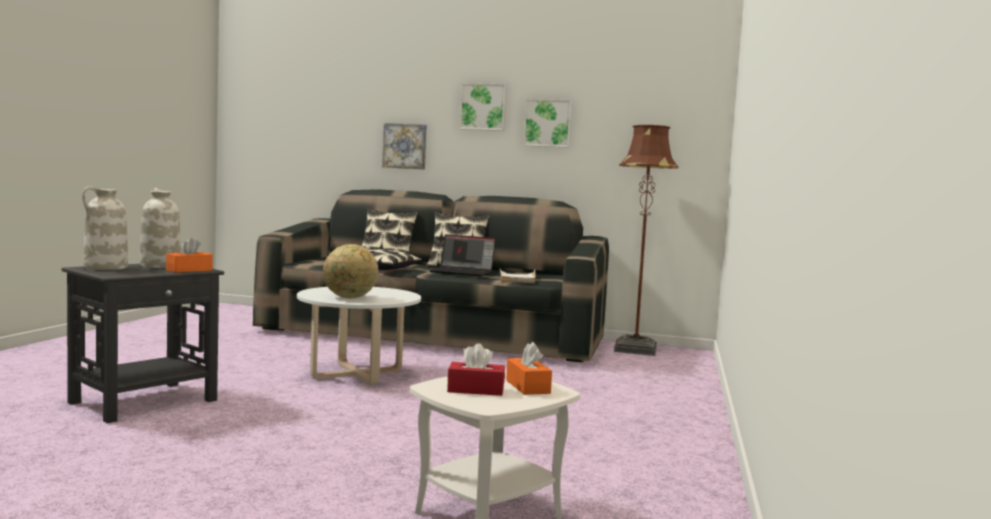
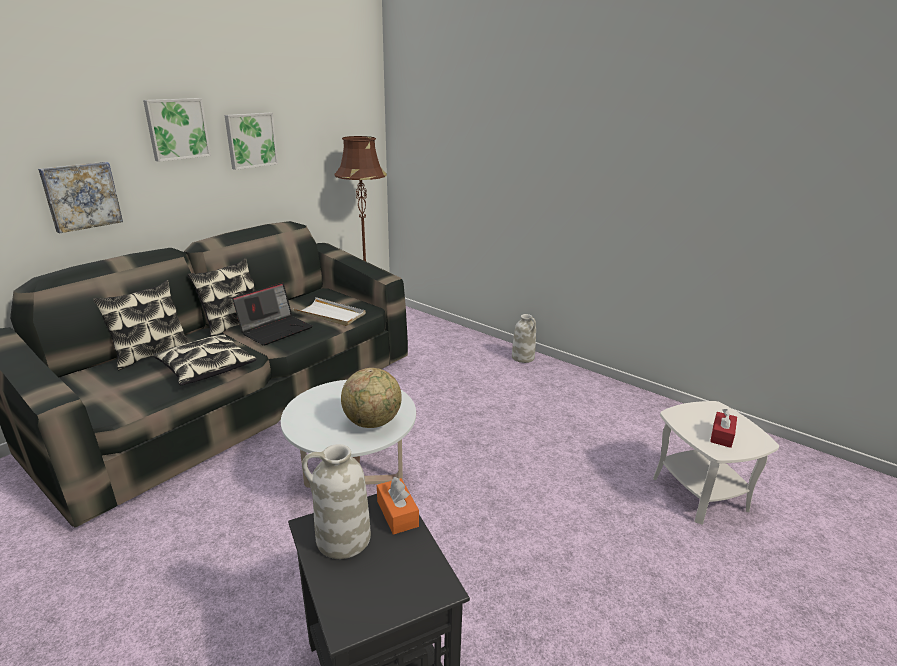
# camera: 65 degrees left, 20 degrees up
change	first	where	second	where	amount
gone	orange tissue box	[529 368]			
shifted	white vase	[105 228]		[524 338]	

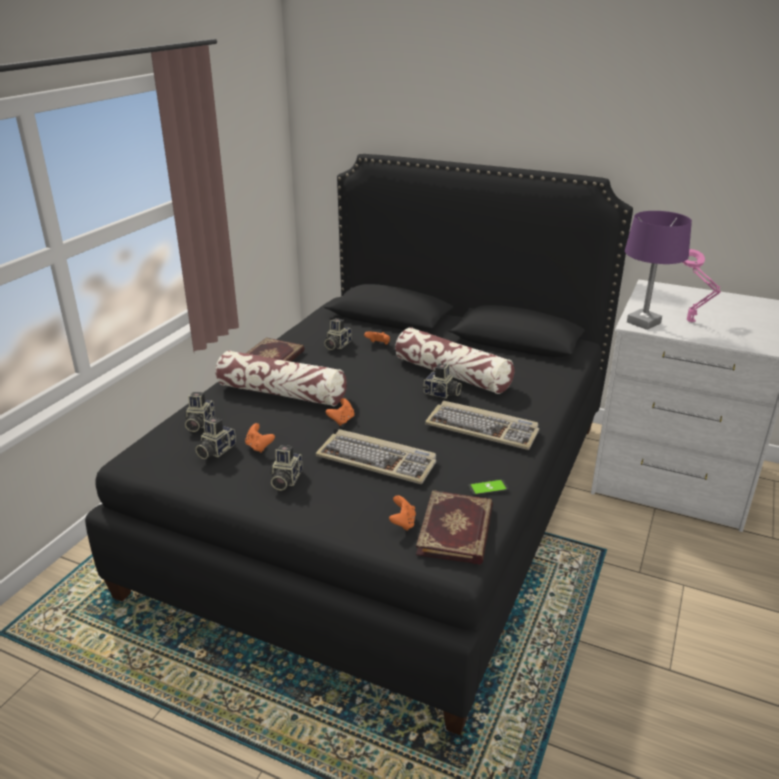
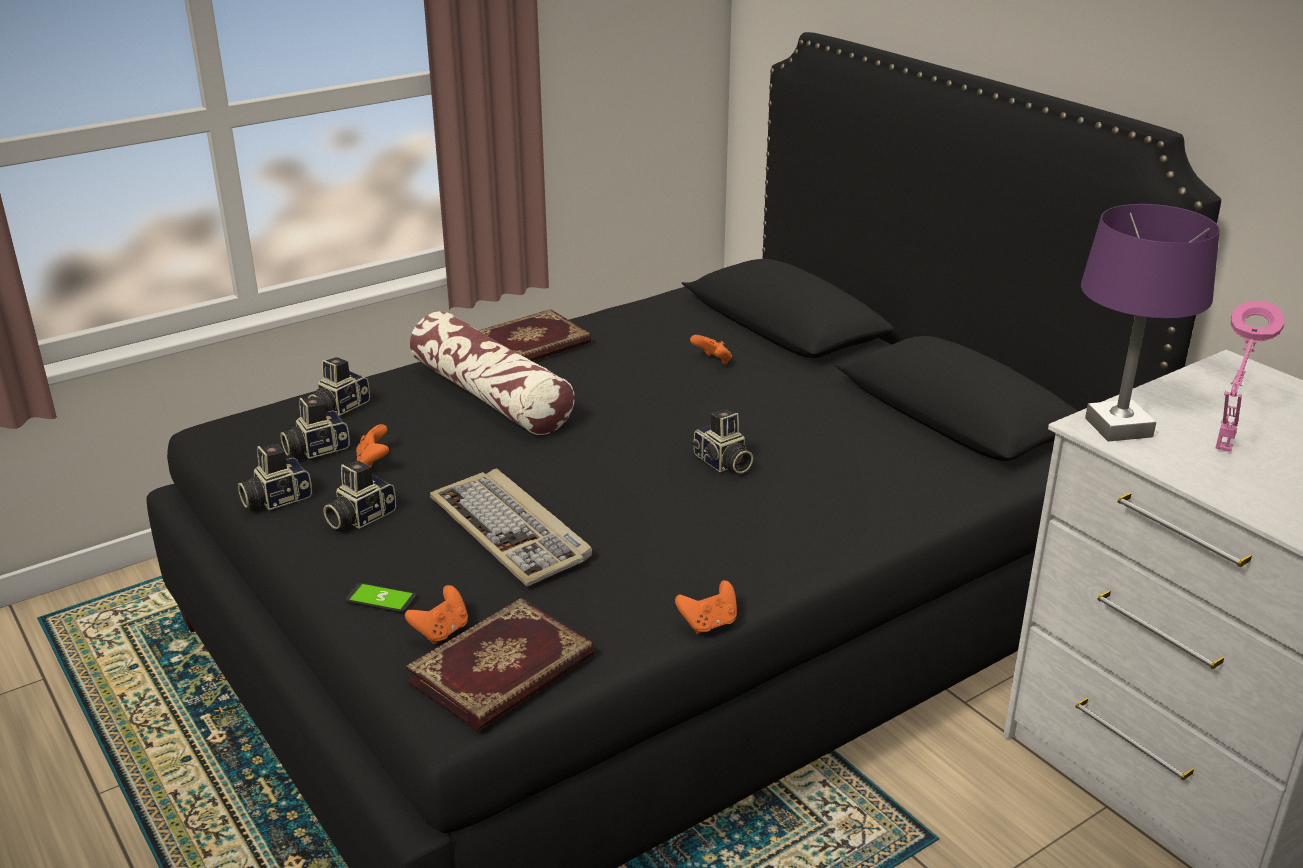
# camera: 30 degrees right, 0 degrees up
change	first	where	second	where	amount
gone	pillow	[454 360]			
gone	keyboard	[482 425]			
shifted	photo camera	[337 334]		[275 477]	
shifted	orange game controller	[340 412]		[706 607]	
shifted	phone	[488 487]		[381 598]	

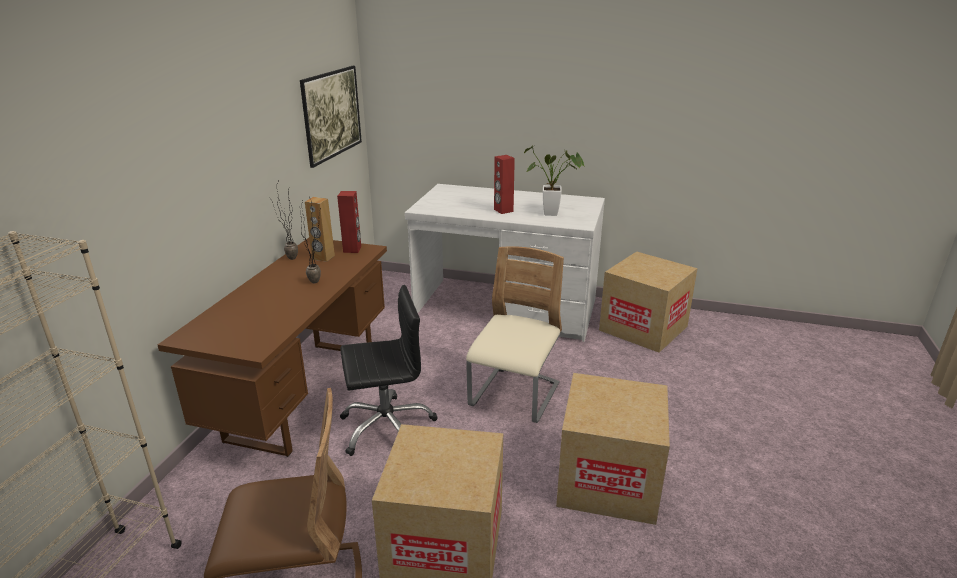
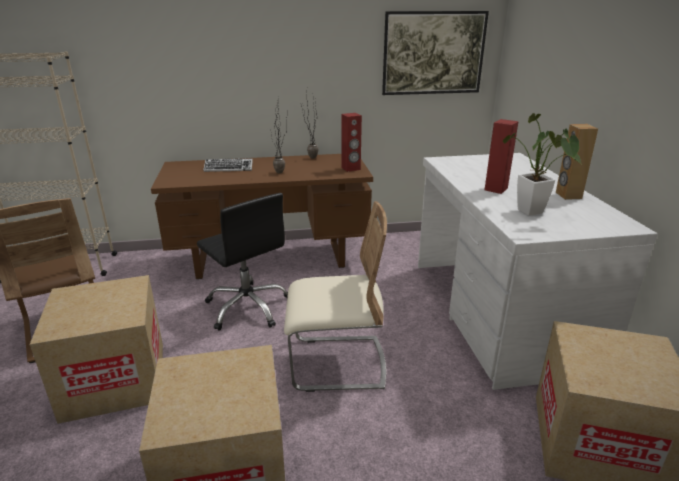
# camera: 65 degrees right, 0 degrees up
change	first	where	second	where	amount
new			keyboard	[228 165]	
shifted	brown speaker	[320 229]		[577 162]	

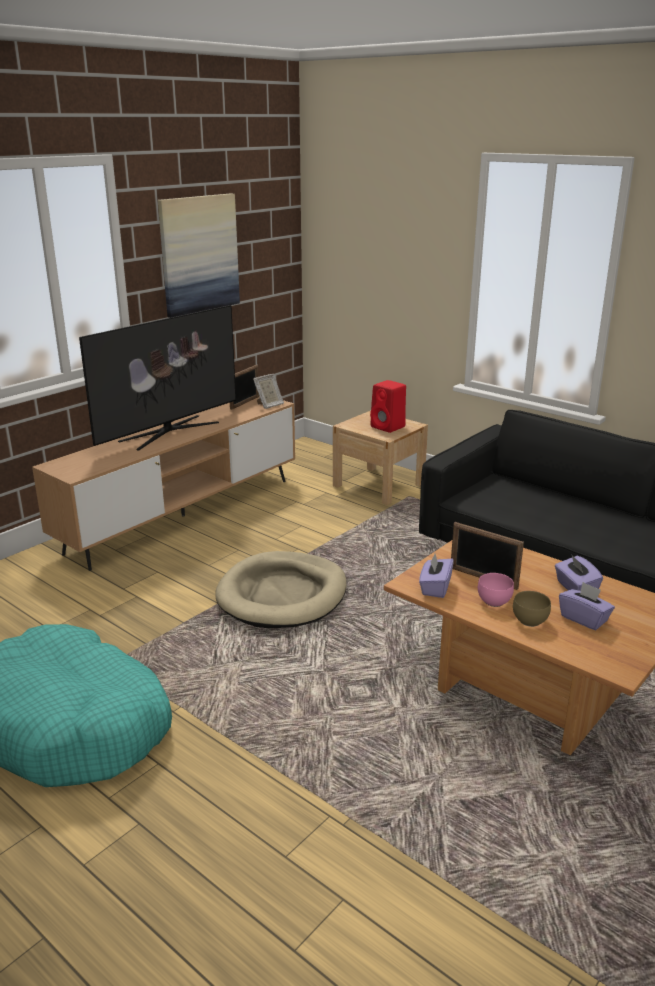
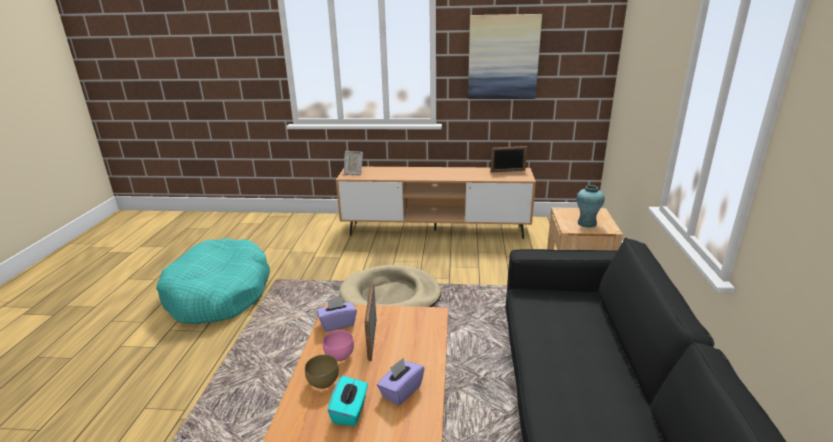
# camera: 55 degrees right, 0 degrees up
change	first	where	second	where	amount
gone	television	[157 377]			
shifted	picture frame	[268 391]		[353 163]	
swapped	red speaker	[388 406]	turquoise vase	[590 206]	
repainted	purple tissue box	[587 606]	turquoise tissue box	[348 401]	

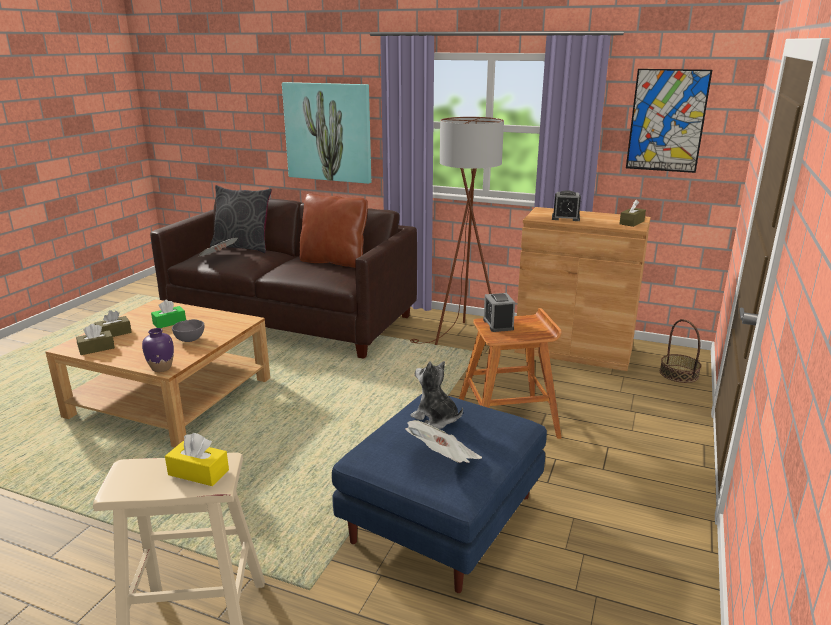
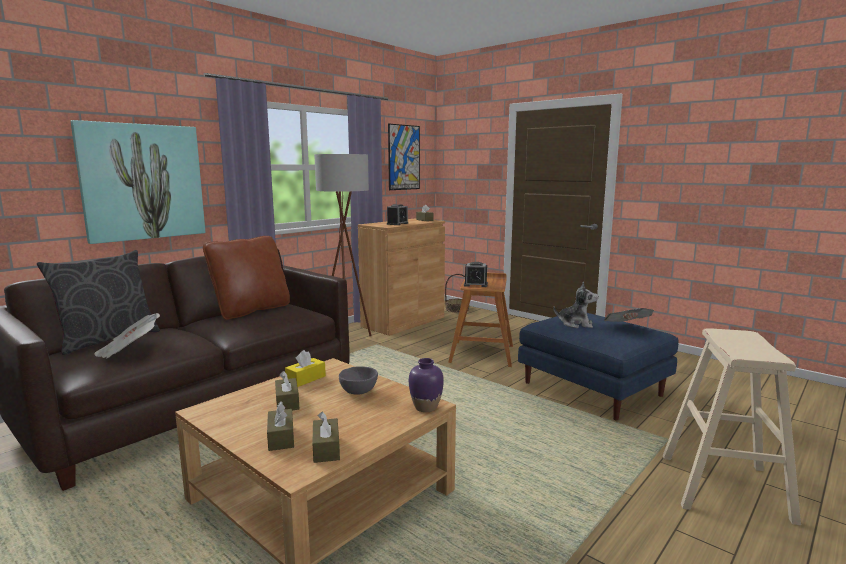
# camera: 70 degrees left, 10 degrees down
change	first	where	second	where	amount
shifted	yellow tissue box	[197 459]		[305 368]	
repainted	green tissue box	[168 314]	brown tissue box	[287 390]	
rotated	plush toy	[436 395]		[576 305]	135 degrees counterclockwise

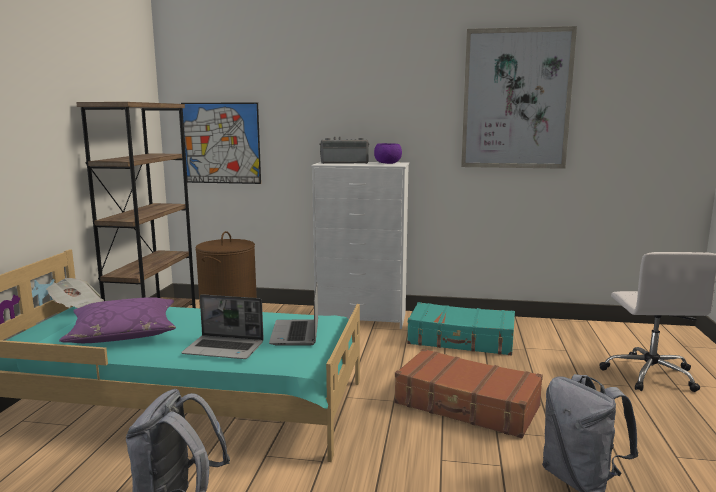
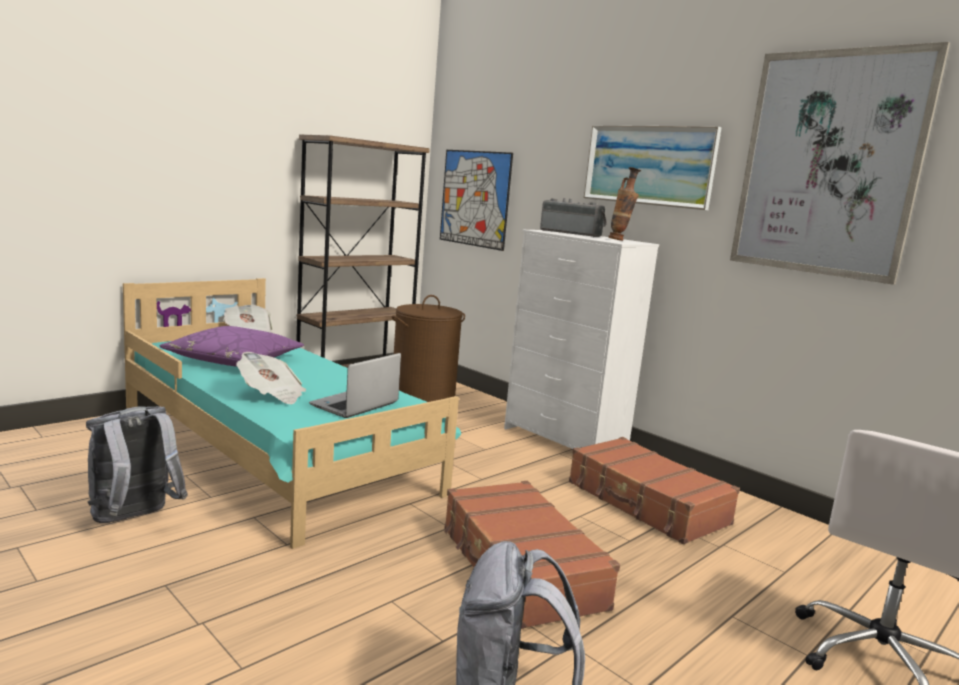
# camera: 35 degrees right, 0 degrees up
change	first	where	second	where	amount
new			picture	[652 167]	
swapped	laptop	[222 326]	newspaper	[271 378]	
swapped	purple bowl	[388 153]	vase	[624 204]	
repainted	turquoise suitcase	[461 329]	brown suitcase	[654 490]	

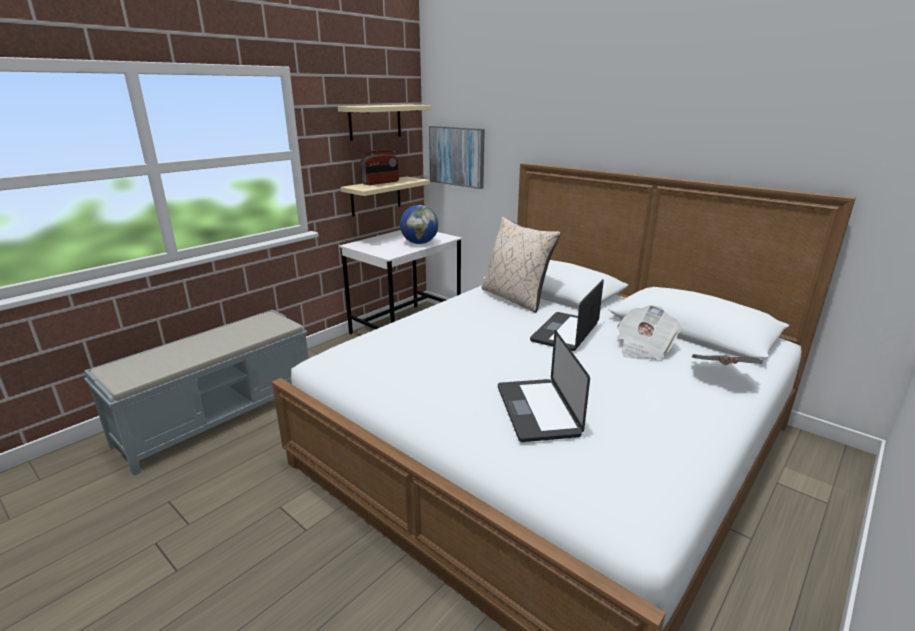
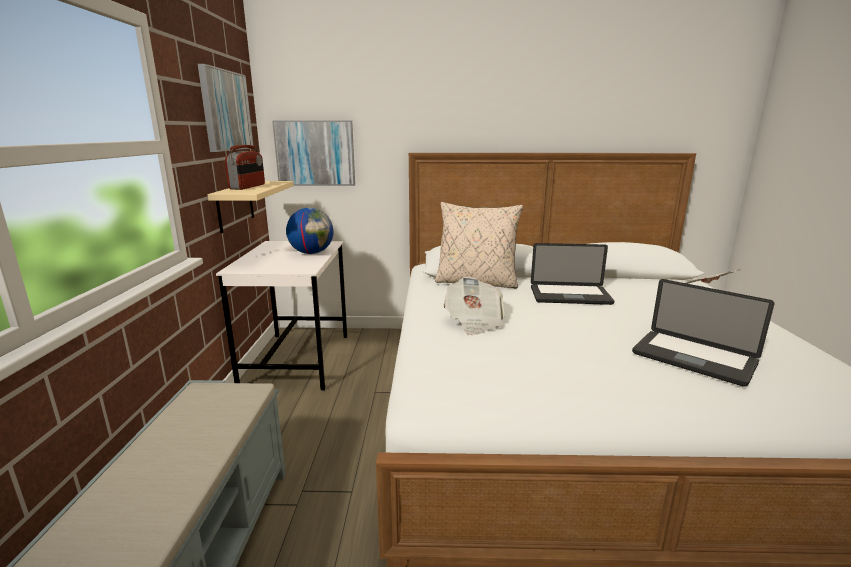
# camera: 40 degrees left, 5 degrees down
change	first	where	second	where	amount
shifted	newspaper	[649 332]		[473 306]	
swapped	beige shelf	[385 122]	picture	[225 108]	
rotated	laptop	[567 315]		[572 274]	75 degrees counterclockwise

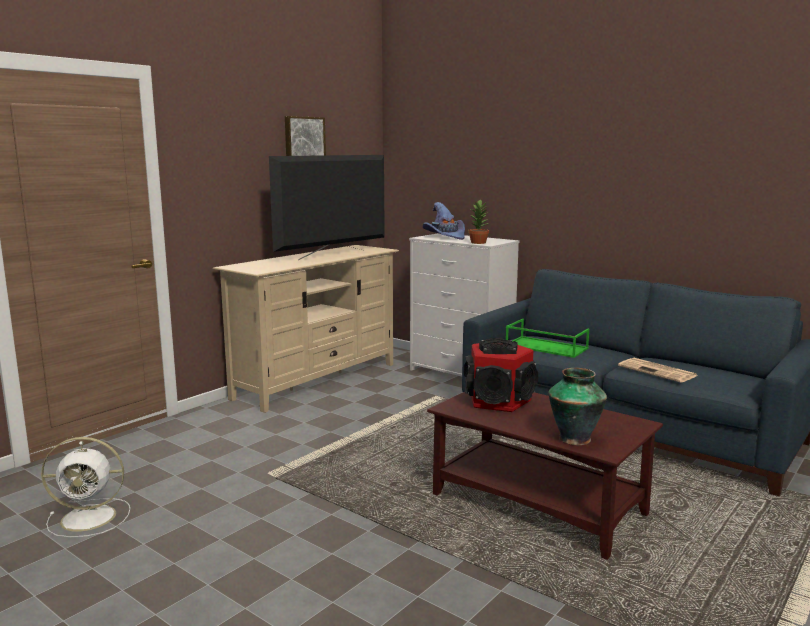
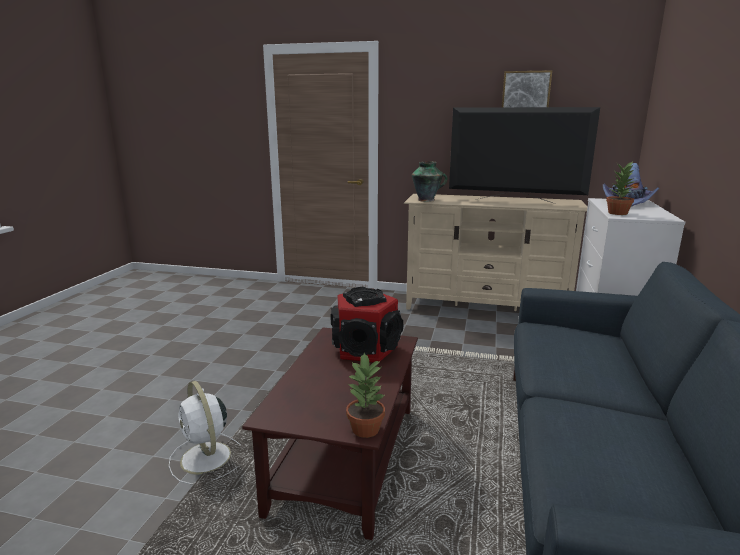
# camera: 65 degrees right, 5 degrees up
change	first	where	second	where	amount
gone	green tray	[547 338]			
gone	newspaper	[657 370]			
new			potted plant	[365 395]	
shifted	white fan	[85 487]		[205 432]	
shifted	vase	[577 406]		[429 181]	

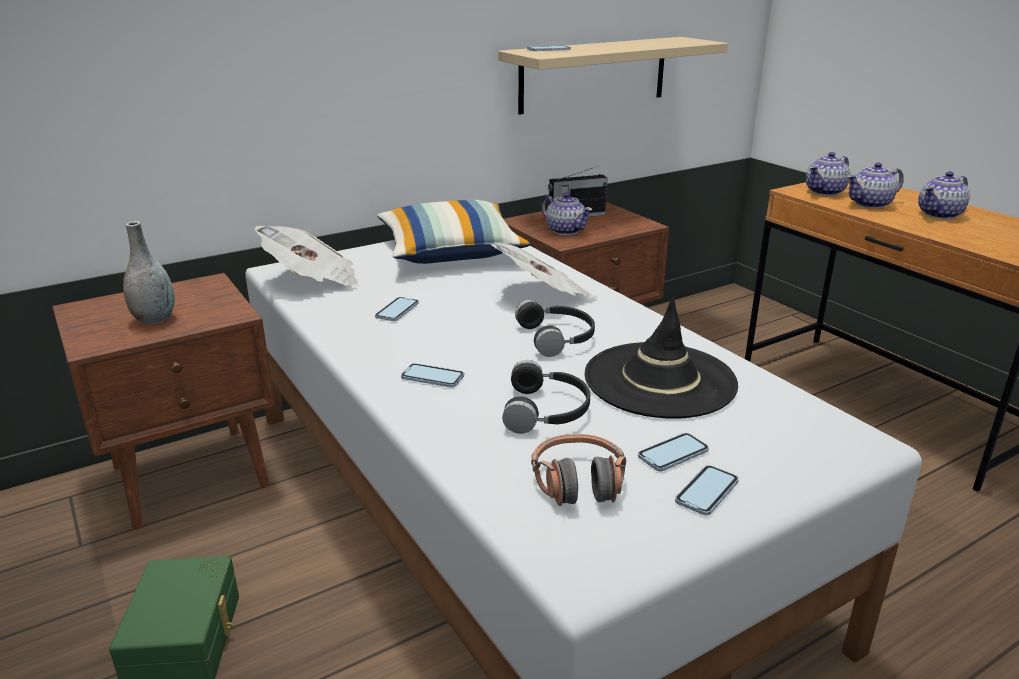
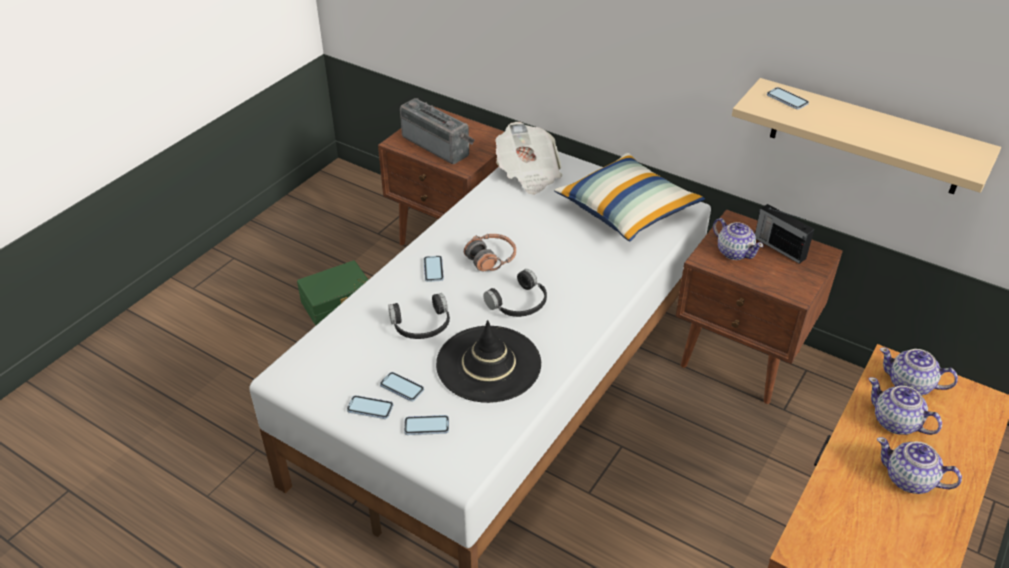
# camera: 65 degrees right, 15 degrees up
change	first	where	second	where	amount
gone	newspaper	[543 270]			
shifted	phone	[397 309]		[426 425]	
shifted	headphones	[578 470]		[490 252]	
swapped	grey vase	[149 272]	radio	[437 131]	
rotated	teapot	[567 214]		[738 239]	60 degrees counterclockwise

